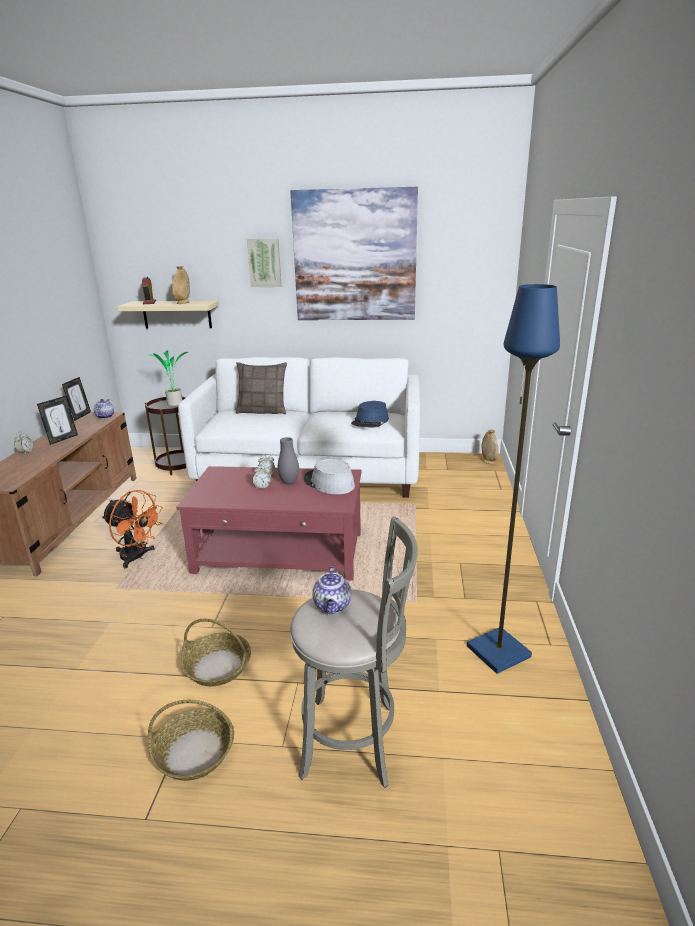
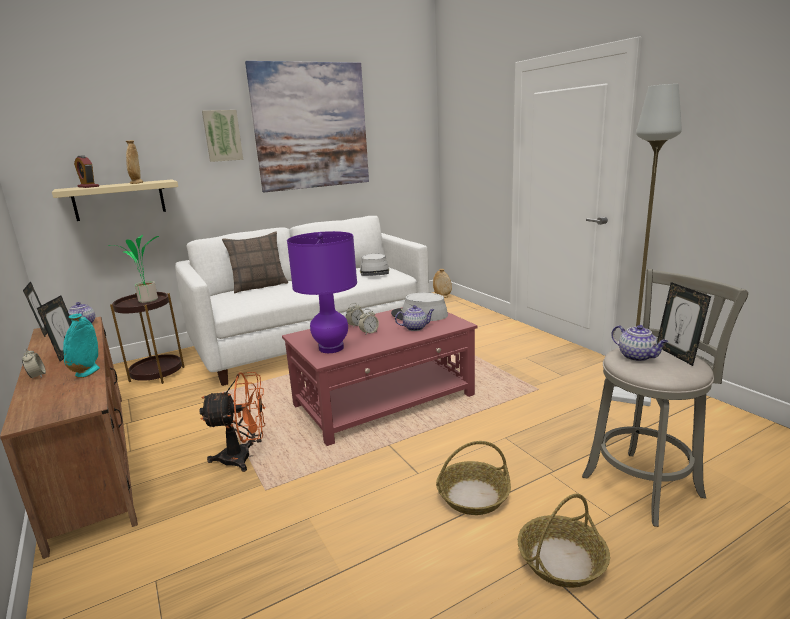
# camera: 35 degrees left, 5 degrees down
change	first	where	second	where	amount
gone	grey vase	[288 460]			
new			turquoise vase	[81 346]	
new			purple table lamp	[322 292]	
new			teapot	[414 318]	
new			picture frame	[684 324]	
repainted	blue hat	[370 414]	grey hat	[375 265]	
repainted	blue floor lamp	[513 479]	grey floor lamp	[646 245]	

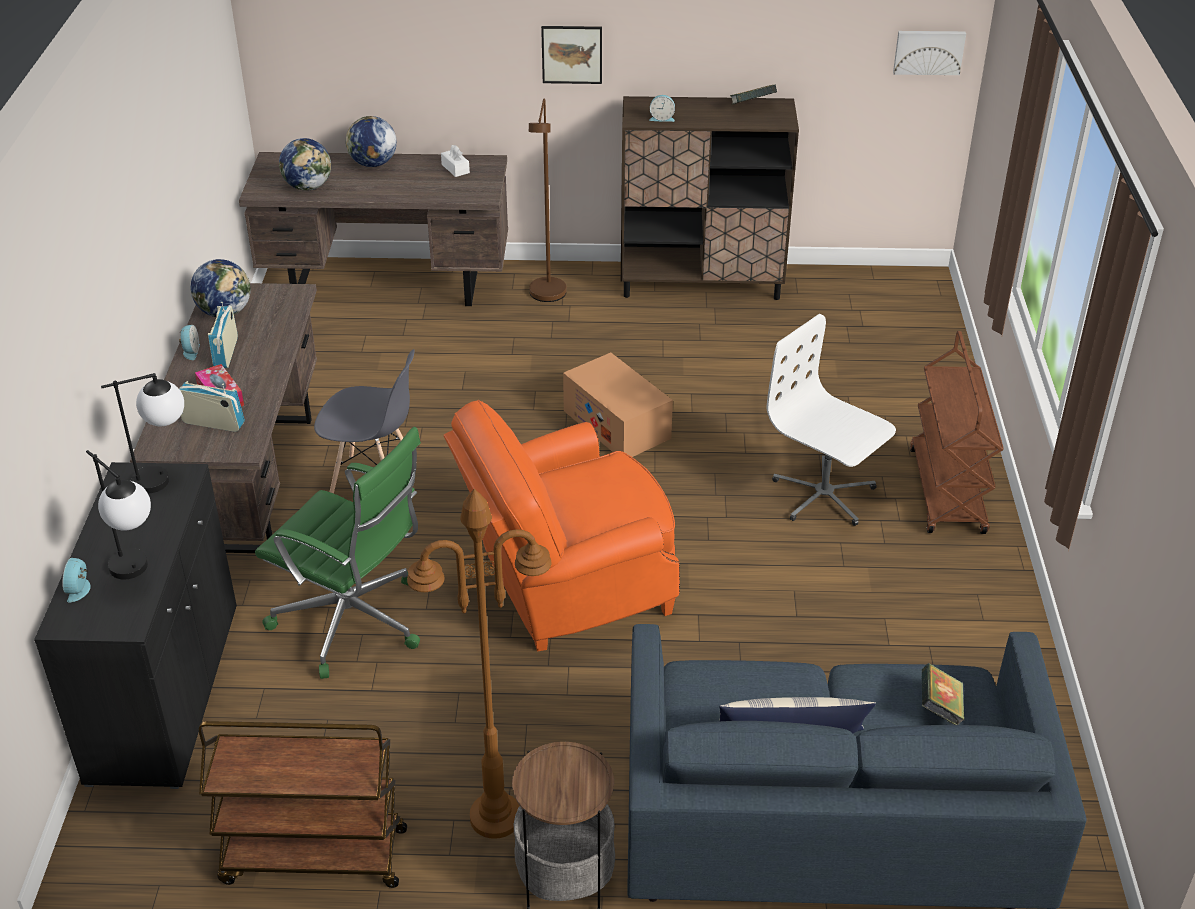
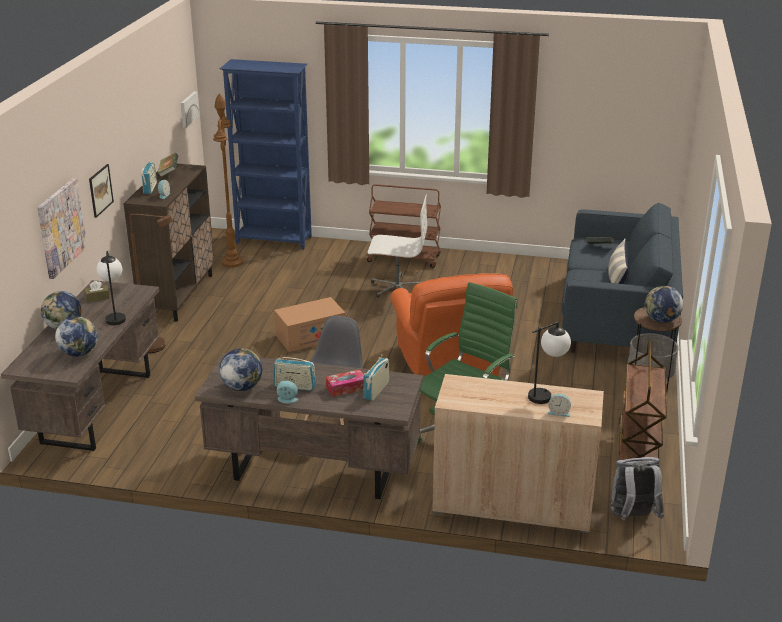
# camera: 80 degrees left, 10 degrees down
change	first	where	second	where	amount
new			picture	[62 228]	
new			radio	[149 178]	
new			blue bookcase	[266 154]	
new			grey backpack	[637 488]	
new			globe	[664 304]	
shifted	table lamp	[142 433]		[111 288]	
shifted	brown floor lamp	[479 664]		[228 180]	
repainted	black cabinet	[135 625]	beige cabinet	[518 453]	
repainted	white tissue box	[455 161]	brown tissue box	[97 292]	
rotated	white office chair	[831 420]		[397 246]	135 degrees counterclockwise

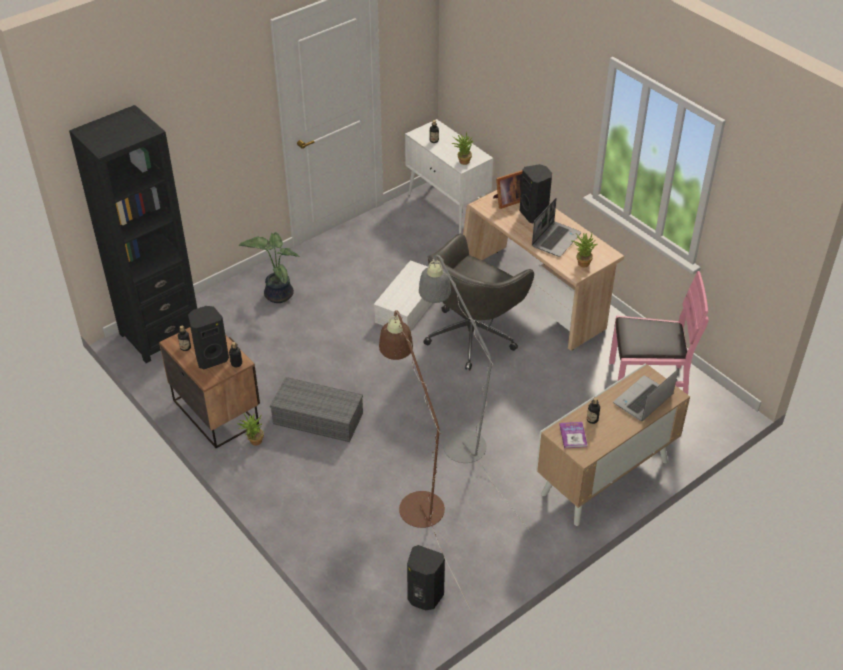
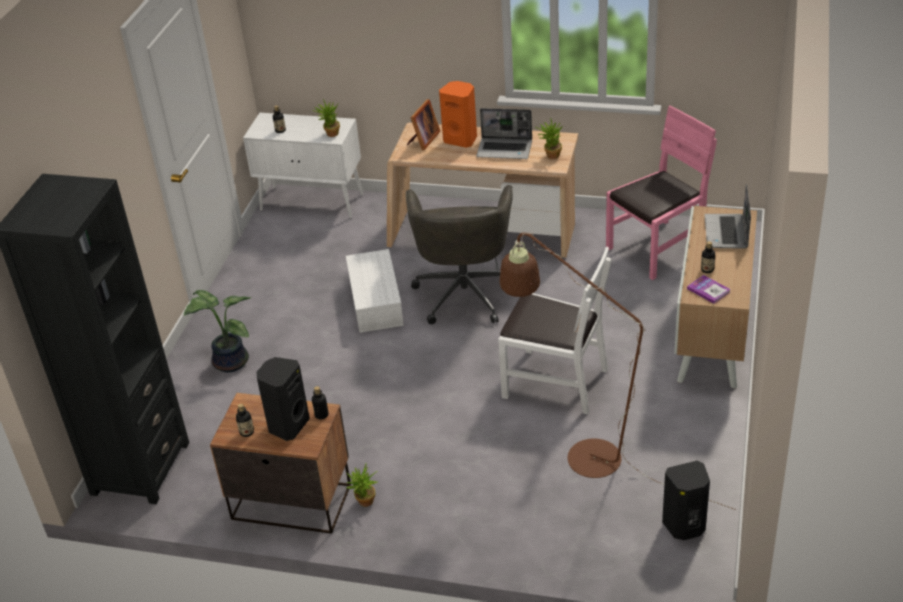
# camera: 35 degrees left, 5 degrees down
change	first	where	second	where	amount
gone	grey storage box	[316 409]			
swapped	grey floor lamp	[474 393]	white chair	[554 330]	
repainted	black speaker	[536 194]	orange speaker	[458 114]	
rotated	laptop	[556 227]		[504 133]	105 degrees clockwise

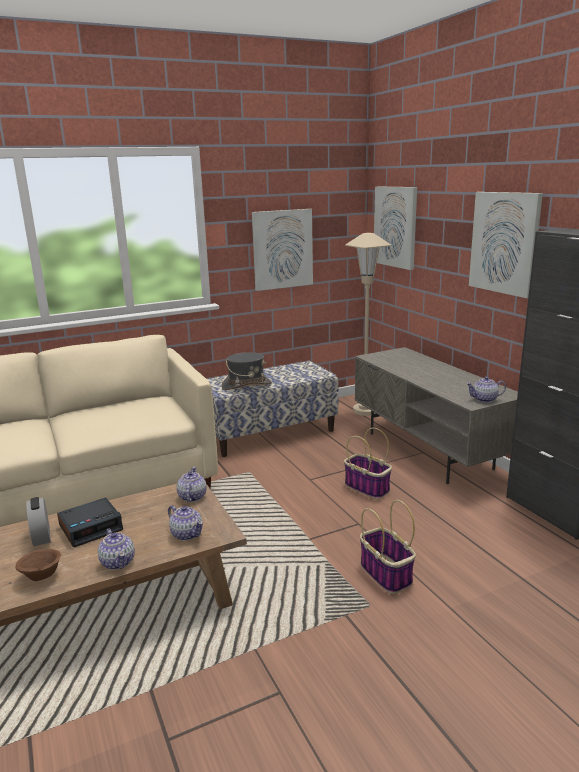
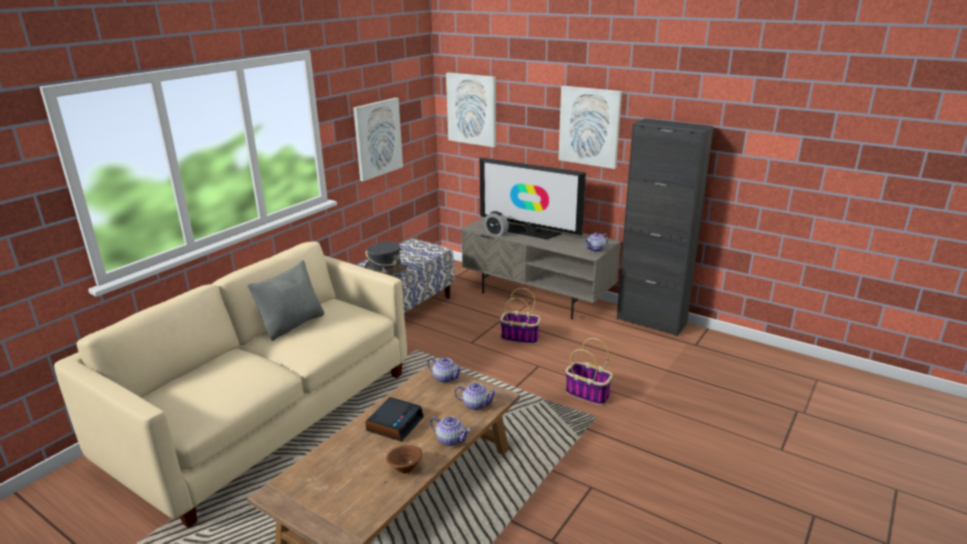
# camera: 30 degrees left, 5 degrees up
change	first	where	second	where	amount
gone	beige floor lamp	[368 324]			
new			grey pillow	[286 300]	
new			television	[533 198]	
shifted	alarm clock	[38 521]		[496 223]	
rotated	teapot	[191 484]		[444 370]	150 degrees clockwise

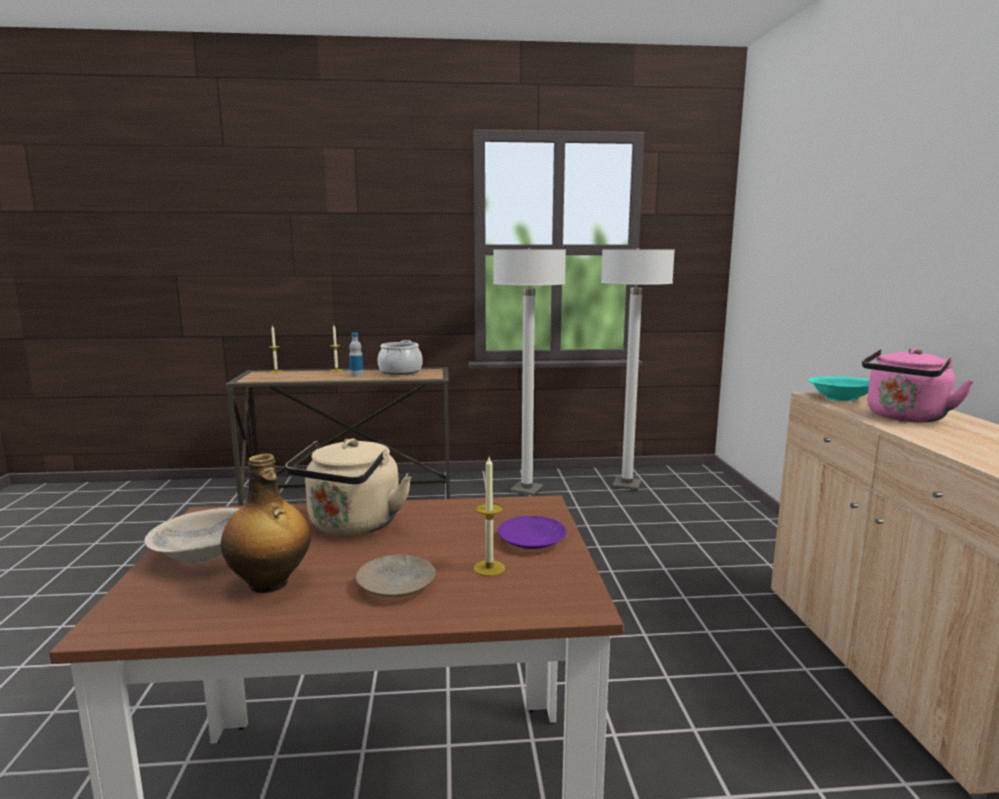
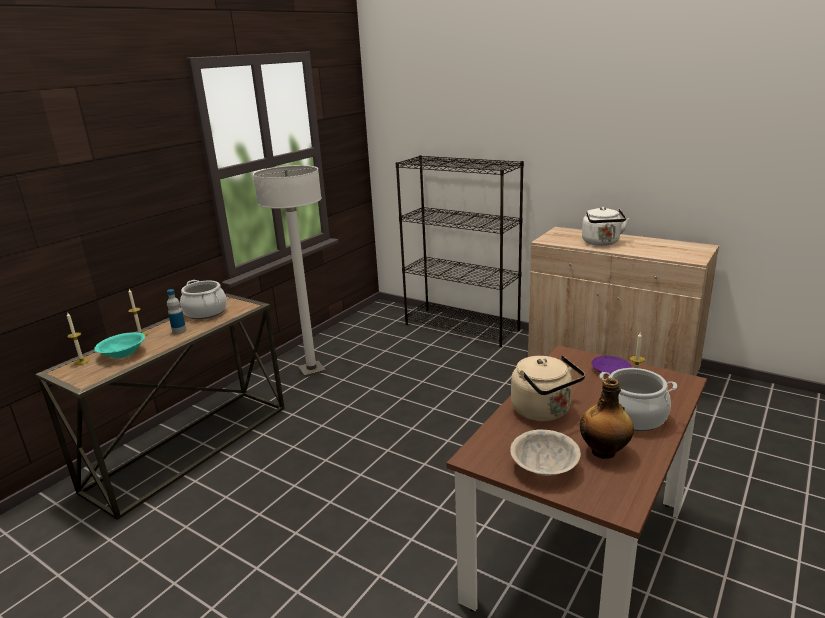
# camera: 50 degrees left, 10 degrees up
change	first	where	second	where	amount
gone	white floor lamp	[638 369]			
new			black bookcase	[460 251]	
shifted	turquoise bowl	[839 388]		[119 345]	
swapped	beige plate	[395 575]	cooking pot	[638 399]	
repainted	pink kettle	[918 385]	white kettle	[605 226]	

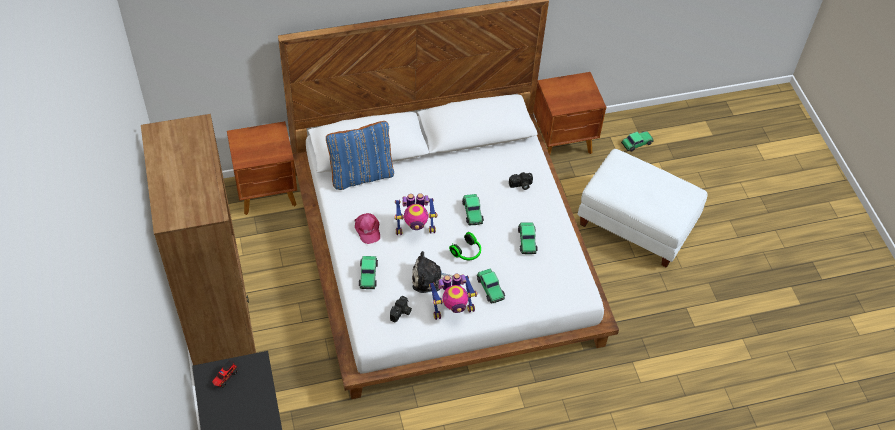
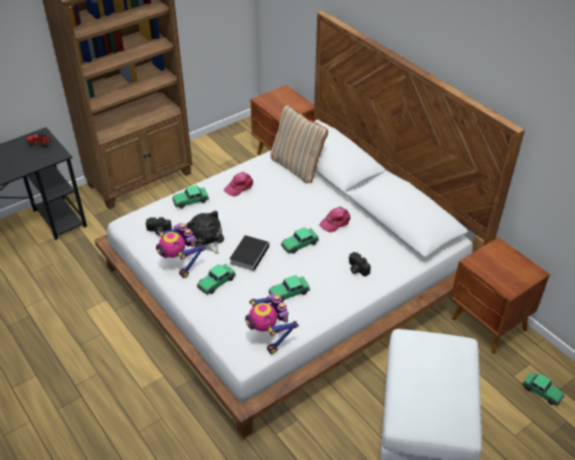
# camera: 70 degrees right, 10 degrees down
change	first	where	second	where	amount
new			pink cap	[334 219]	
shifted	toy robot	[416 214]		[272 323]	
swapped	headphones	[465 246]	book	[249 253]	
repainted	blue pillow	[360 155]	beige pillow	[299 144]	

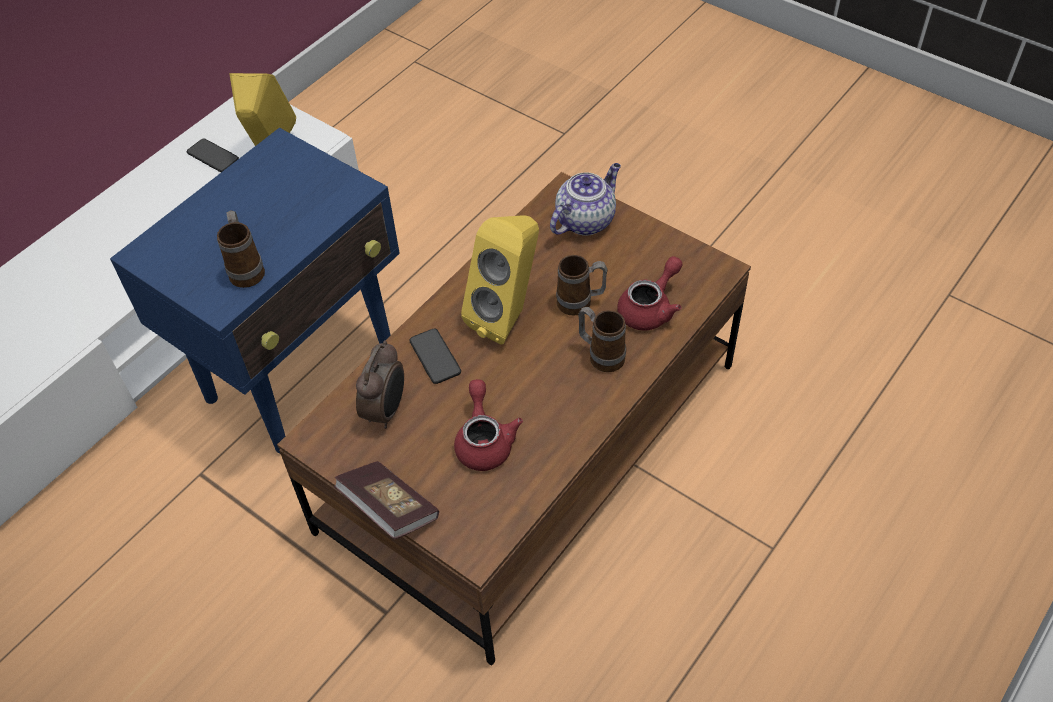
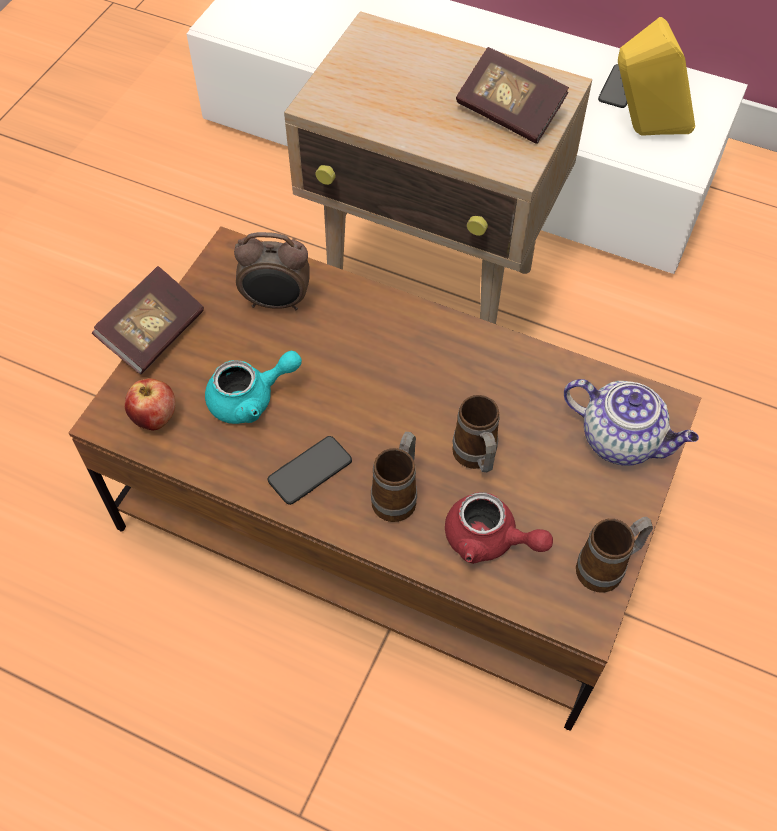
# camera: 75 degrees right, 5 degrees up
change	first	where	second	where	amount
gone	yellow speaker	[500 280]			
new			apple	[150 404]	
new			book	[512 95]	
shifted	mug	[241 249]		[614 554]	
shifted	phone	[435 356]		[310 470]	
repainted	blue side table	[255 291]	beige side table	[438 167]	
repainted	red teapot	[488 425]	turquoise teapot	[253 387]	

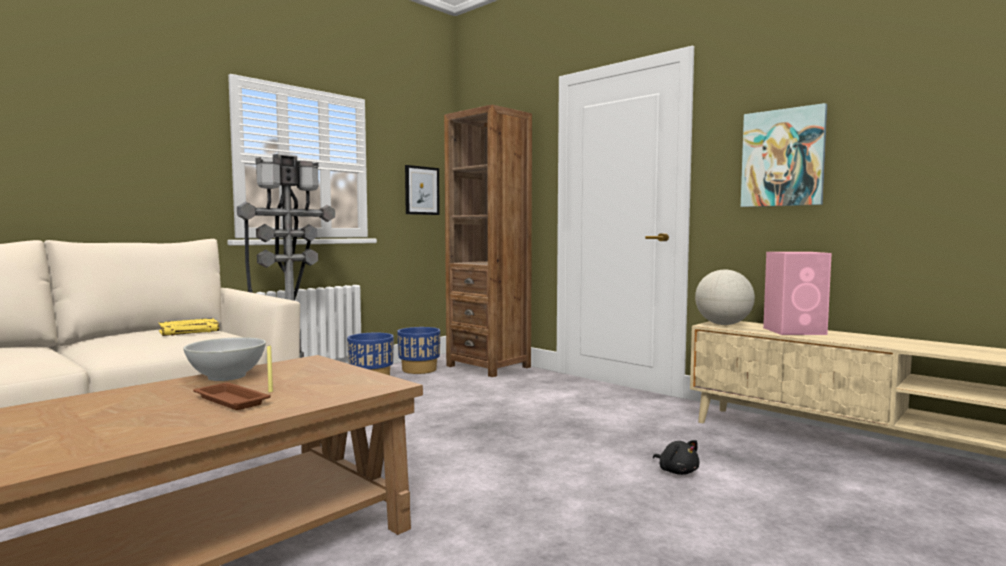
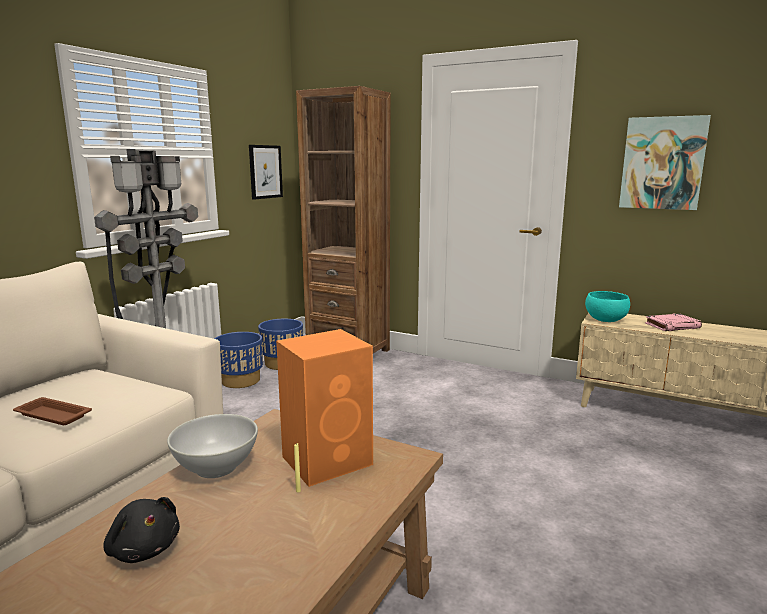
# camera: 15 degrees left, 10 degrees up
change	first	where	second	where	amount
gone	yellow book	[188 327]			
new			orange speaker	[324 408]	
shifted	brown tray	[232 396]		[52 411]	
shifted	black plush toy	[676 457]		[141 530]	
swapped	globe	[725 297]	turquoise bowl	[607 306]	
swapped	pink speaker	[797 293]	pink book	[673 322]	

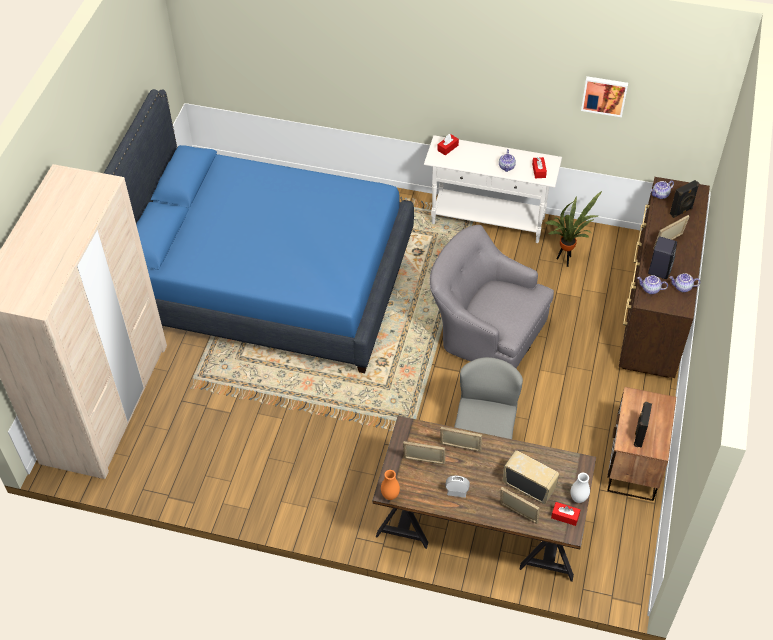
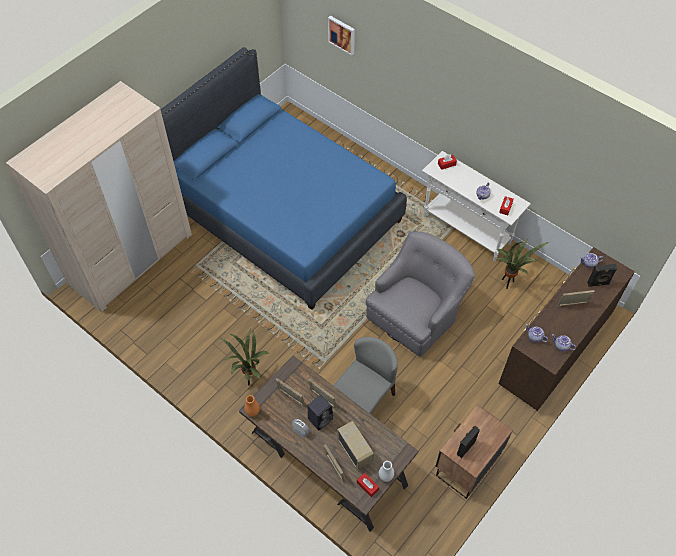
# camera: 25 degrees right, 5 degrees up
change	first	where	second	where	amount
new			potted plant	[244 357]	
shifted	picture	[604 96]		[341 35]	
shifted	black speaker	[662 257]		[320 412]	
rotated	grey armchair	[492 296]		[420 294]	75 degrees clockwise

